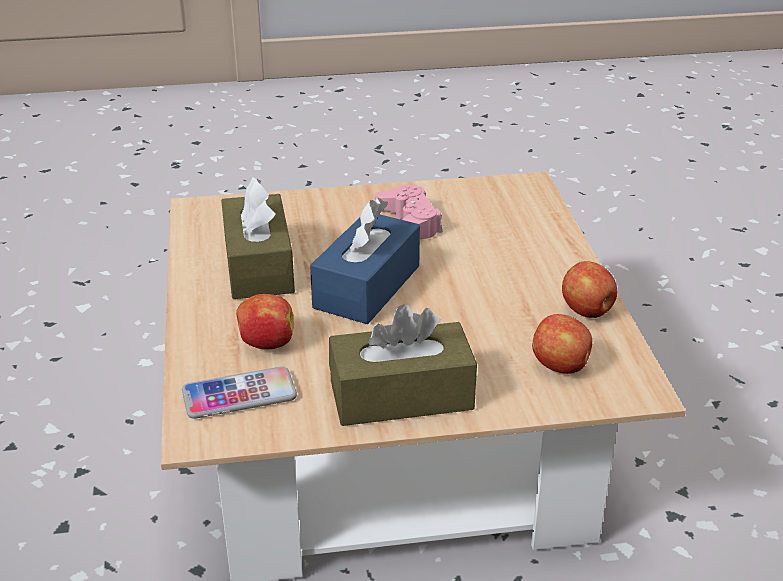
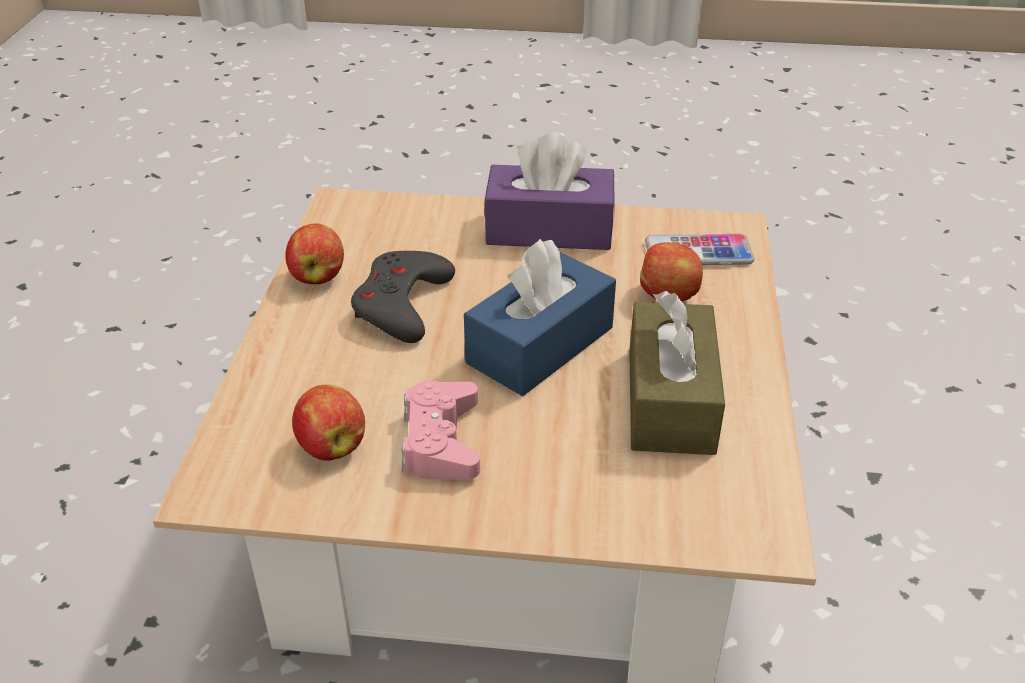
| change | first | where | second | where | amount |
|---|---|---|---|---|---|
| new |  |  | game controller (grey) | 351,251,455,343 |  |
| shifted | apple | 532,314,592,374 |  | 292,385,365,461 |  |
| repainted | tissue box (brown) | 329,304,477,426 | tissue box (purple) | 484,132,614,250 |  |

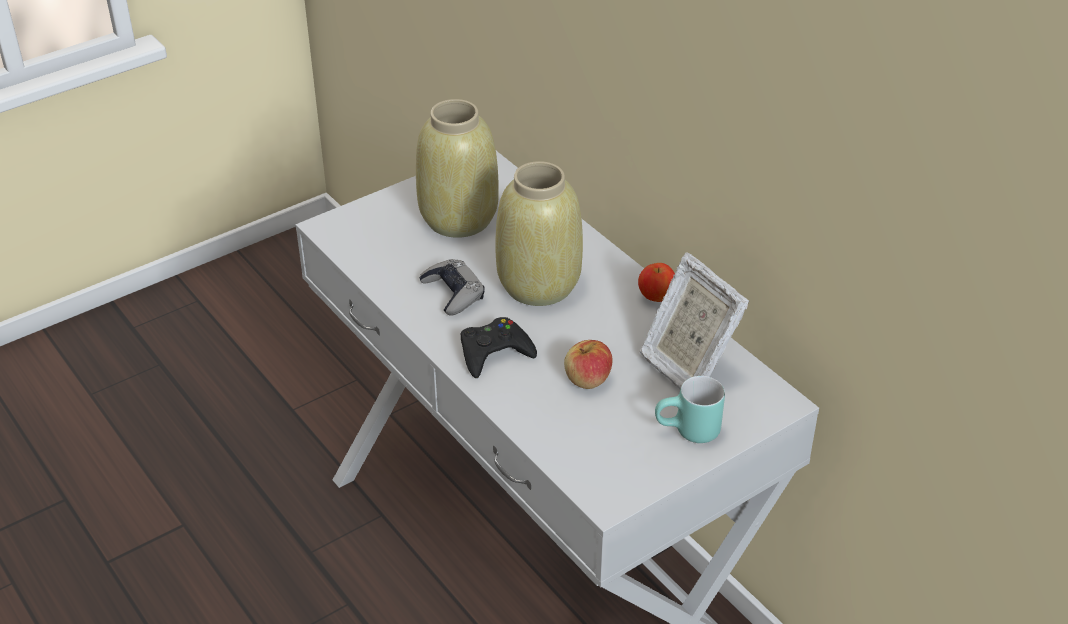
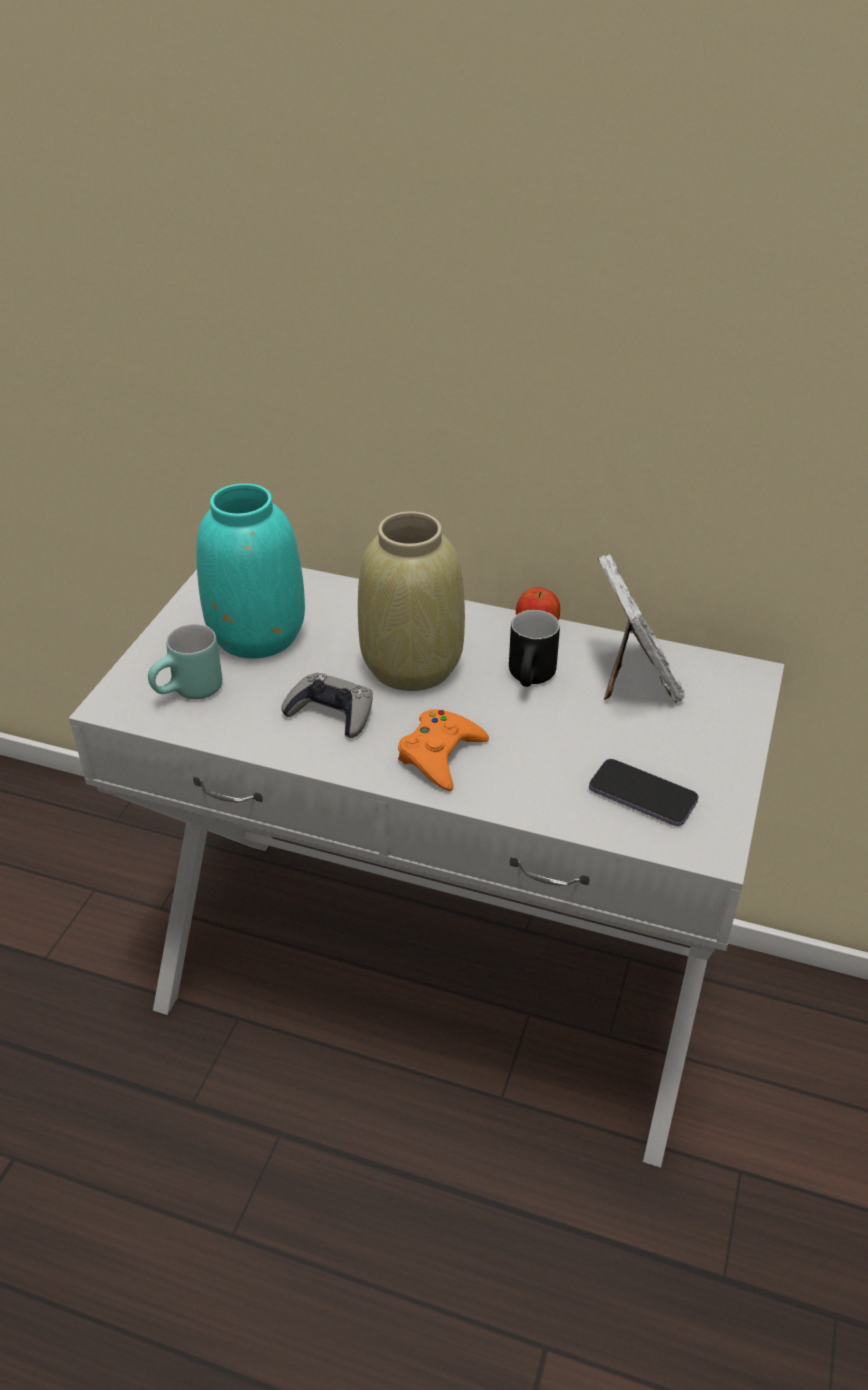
| change | first | where | second | where | amount |
|---|---|---|---|---|---|
| gone | apple | 564,340,612,389 |  |  |  |
| new |  |  | mug (black) | 509,610,560,687 |  |
| new |  |  | phone | 589,759,698,826 |  |
| shifted | mug (turquoise) | 655,376,725,443 |  | 148,624,222,699 |  |
| repainted | vase (beige) | 416,99,499,238 | vase (turquoise) | 196,483,305,658 |  |
| repainted | game controller (black) | 461,317,537,378 | game controller (orange) | 398,709,489,791 |  |
| rotated | picture frame | 640,252,749,390 |  | 598,554,685,704 | 120 degrees counterclockwise |

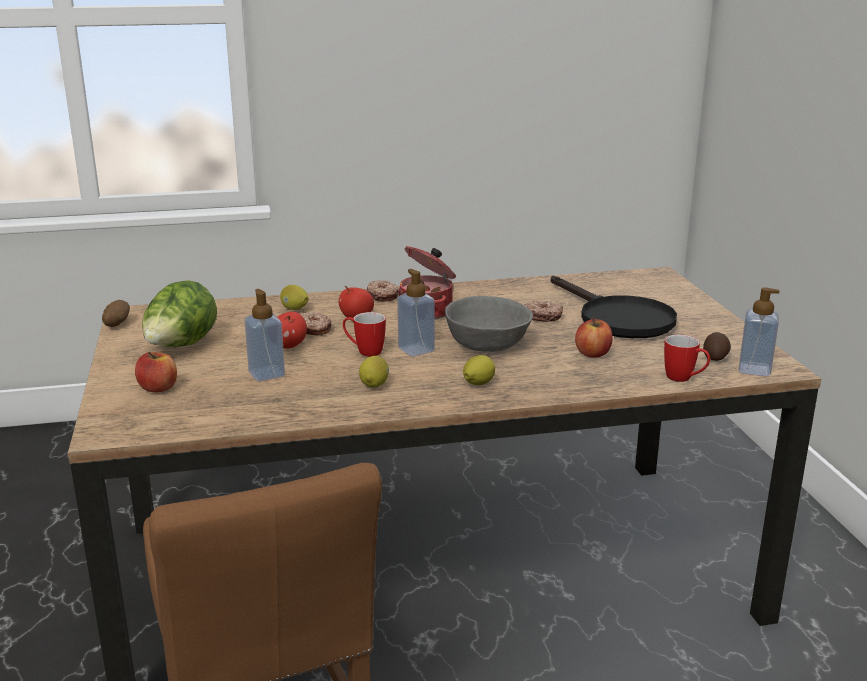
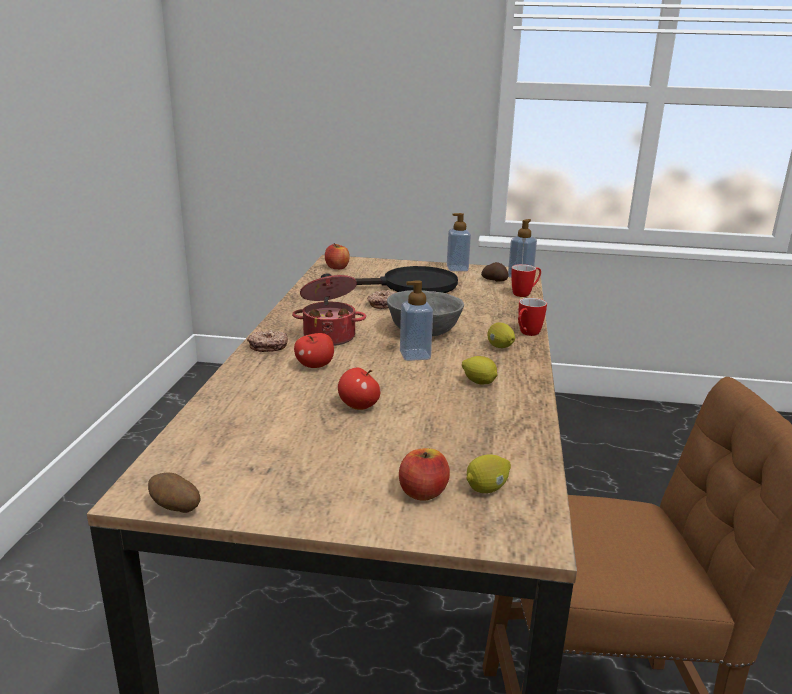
| change | first | where | second | where | amount |
|---|---|---|---|---|---|
| gone | lettuce | 142,280,217,347 |  |  |  |
| gone | donut | 301,312,331,336 |  |  |  |
| shifted | soap dispenser | 244,289,285,381 |  | 447,213,471,271 |  |
| shifted | lemon | 280,285,308,310 |  | 466,454,511,493 |  |
| shifted | mug | 343,312,386,357 |  | 518,298,547,336 |  |
| shifted | apple | 575,317,613,358 |  | 325,243,350,269 |  |

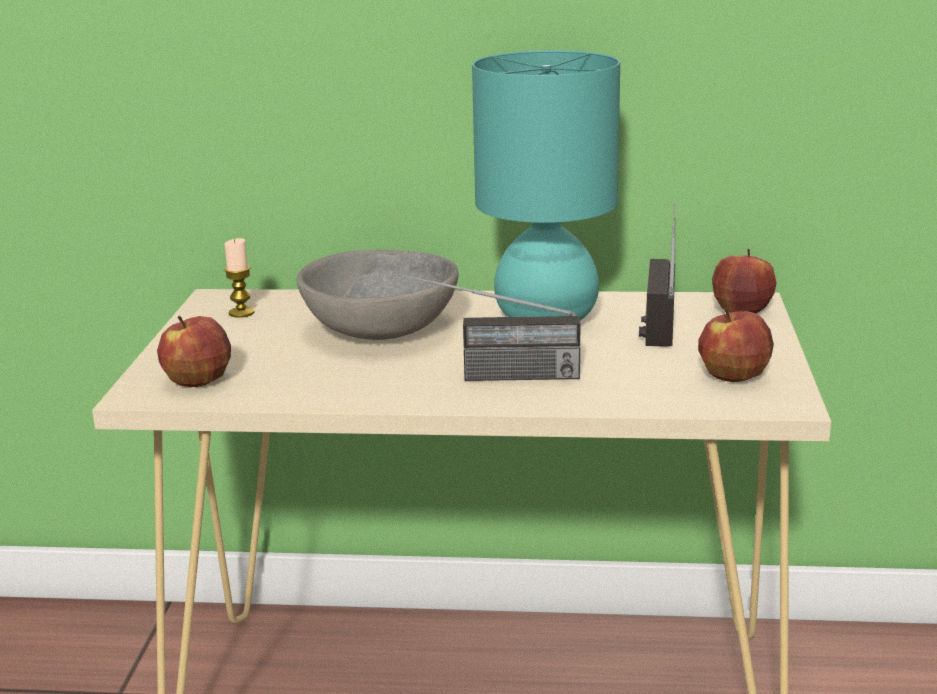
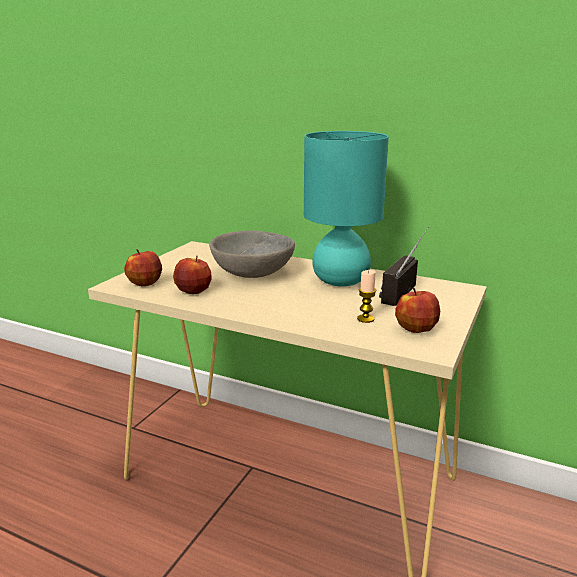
| change | first | where | second | where | amount |
|---|---|---|---|---|---|
| gone | radio | 399,273,580,381 |  |  |  |
| shifted | candle | 224,238,255,318 |  | 357,270,376,323 |  |
| shifted | apple | 712,249,777,313 |  | 173,255,211,294 |  |

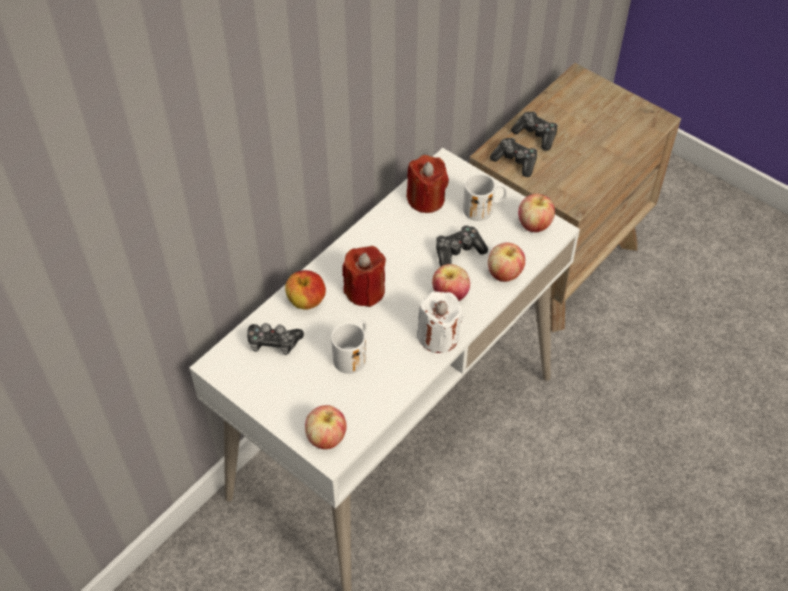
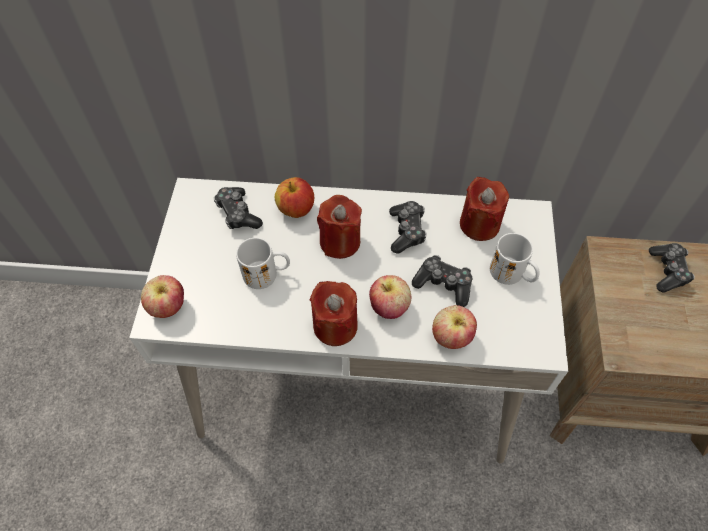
| change | first | where | second | where | amount |
|---|---|---|---|---|---|
| gone | apple | 518,194,555,232 |  |  |  |
| shifted | game controller | 490,138,537,177 |  | 389,201,427,254 |  |
| repainted | candle (white) | 417,291,464,353 | candle (red) | 310,281,358,346 |  |

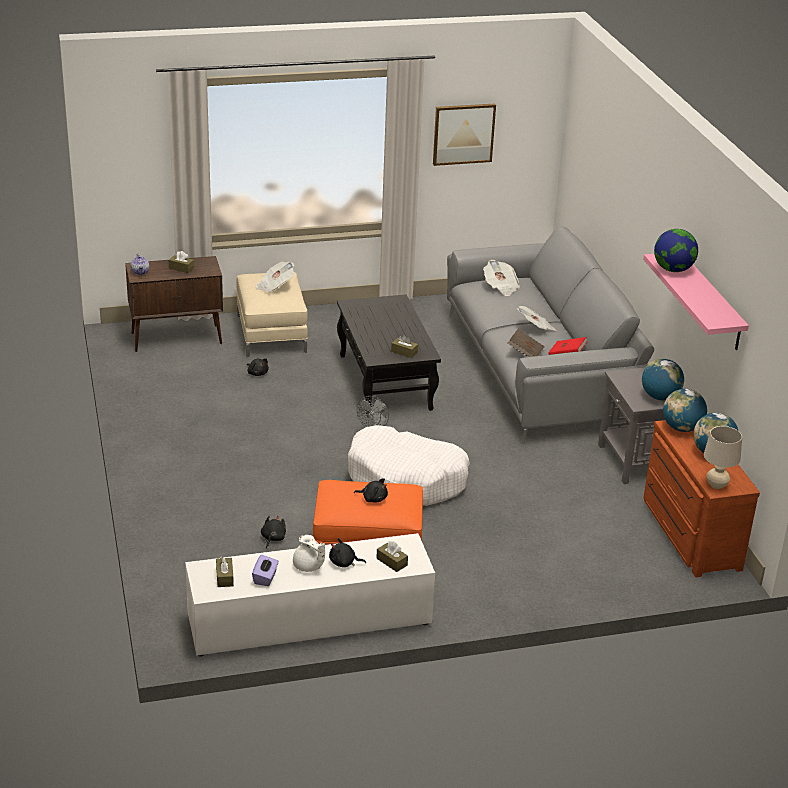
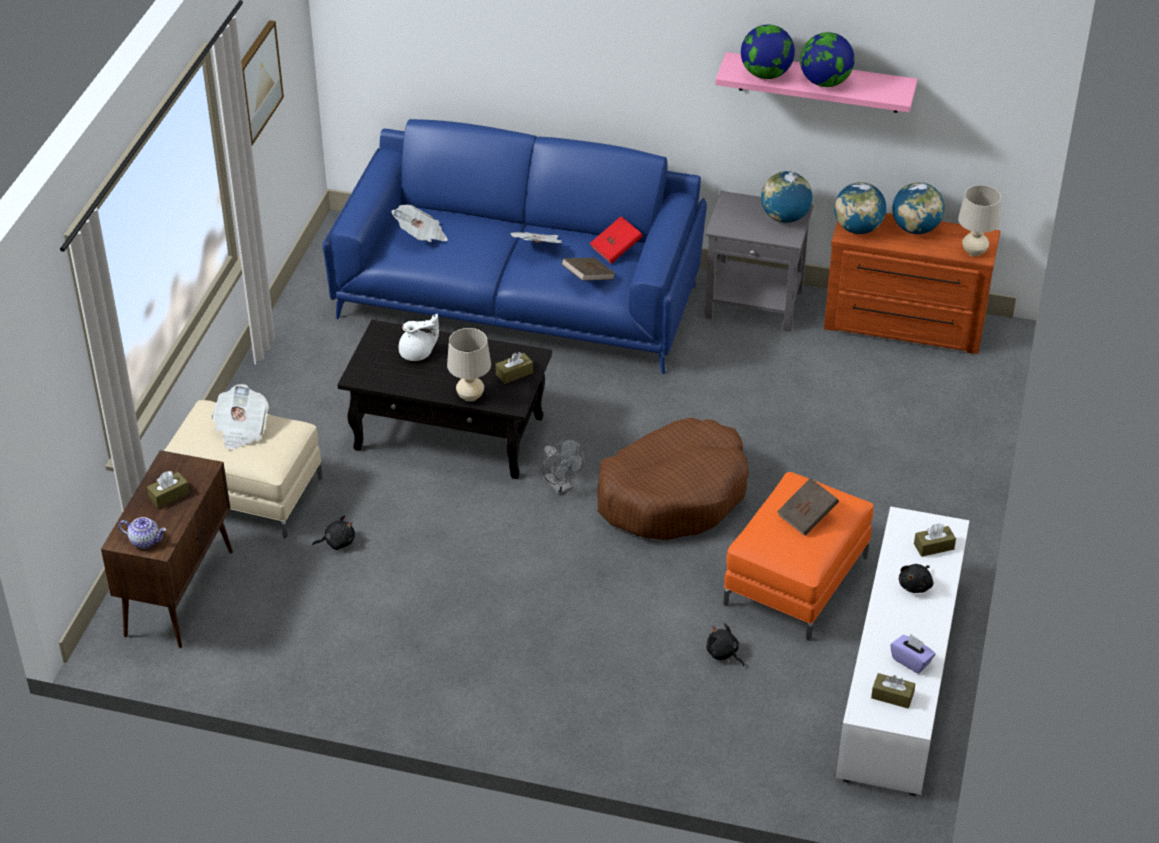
| change | first | where | second | where | amount |
|---|---|---|---|---|---|
| new |  |  | table lamp (beige) | 447,328,491,402 |  |
| new |  |  | globe | 800,32,855,87 |  |
| shifted | teapot (white) | 293,535,325,572 |  | 399,314,439,361 |  |
| swapped | plush toy (black) | 354,478,388,503 | book (brown) | 777,478,839,536 |  |
| repainted | dog bed (white) | 348,425,470,506 | dog bed (brown) | 598,418,749,540 |  |
| repainted | sofa (grey) | 447,226,654,444 | sofa (blue) | 323,119,707,374 |  |

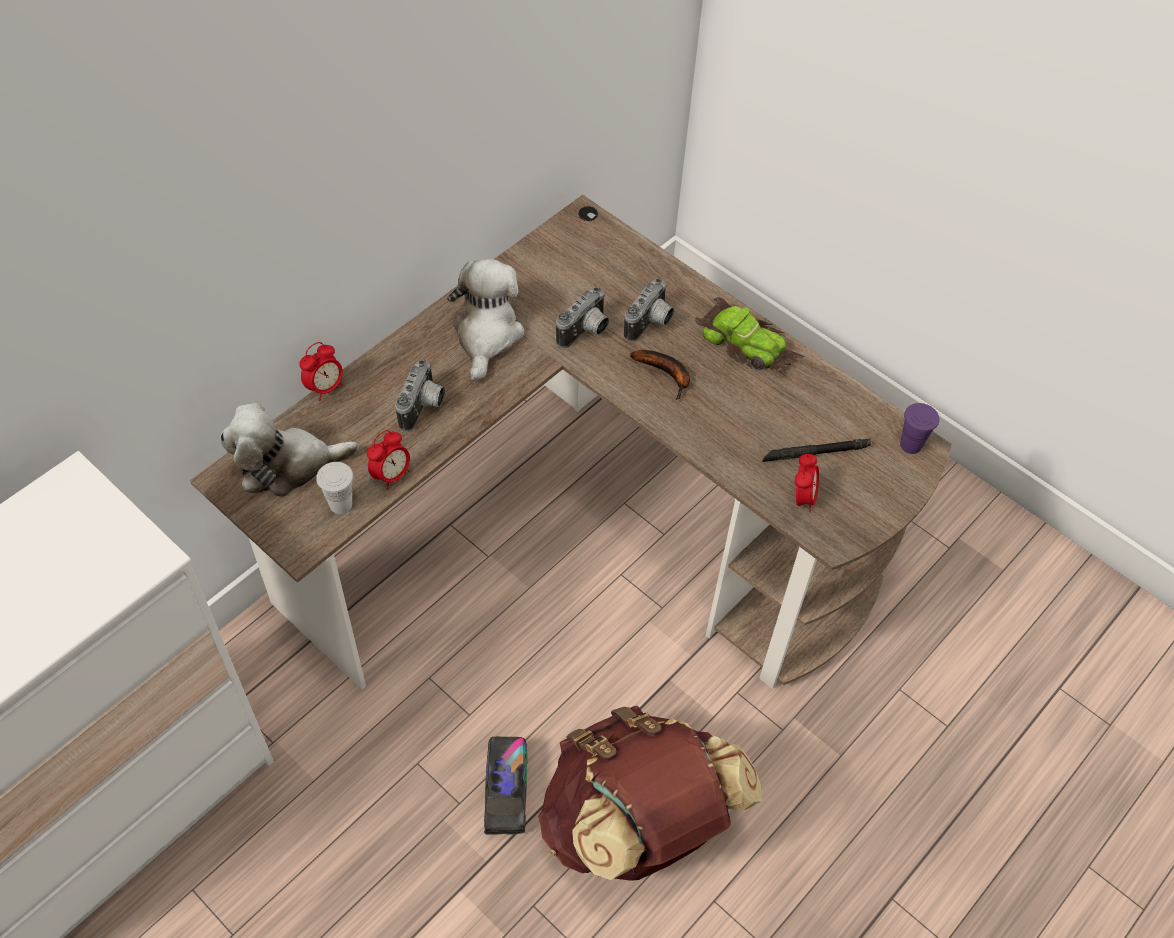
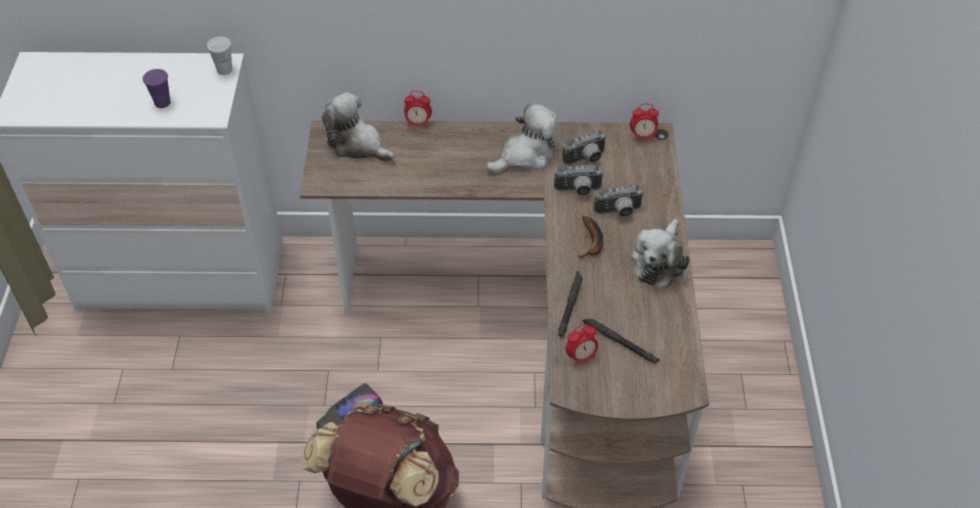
| change | first | where | second | where | amount |
|---|---|---|---|---|---|
| new |  |  | flashlight (black) | 558,270,582,338 |  |
| shifted | cup (white) | 316,462,353,514 |  | 207,37,232,75 |  |
| shifted | alarm clock | 367,430,410,490 |  | 630,103,659,141 |  |
| shifted | photo camera | 395,360,445,432 |  | 562,130,607,165 |  |
| shifted | cup (purple) | 900,403,939,454 |  | 143,69,170,108 |  |
| swapped | toy car | 695,297,804,377 | plush toy | 631,219,690,289 |  |

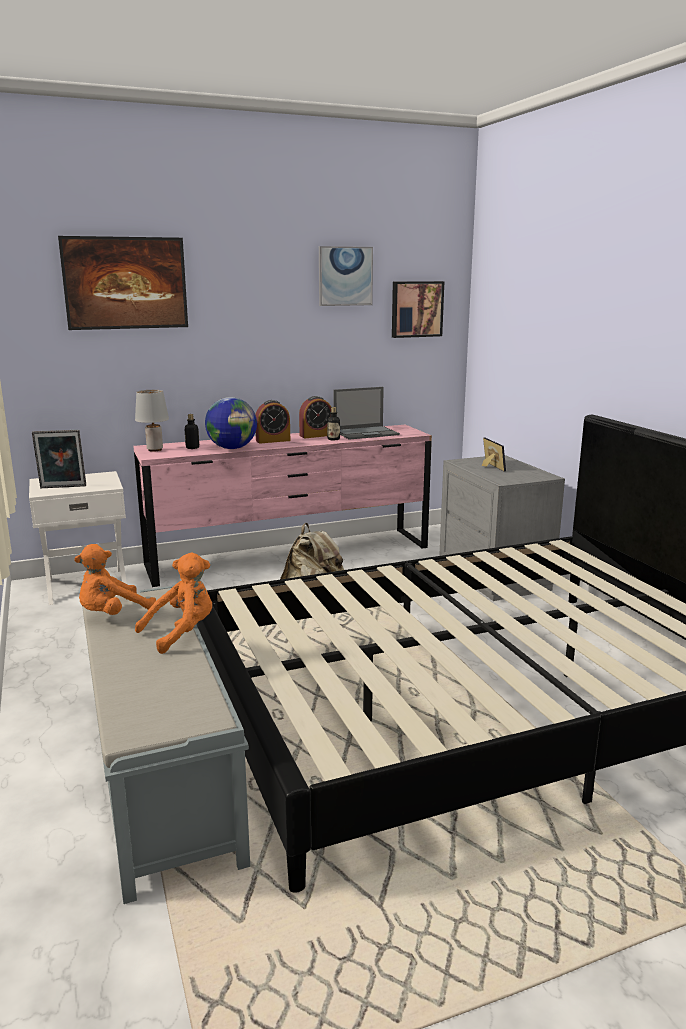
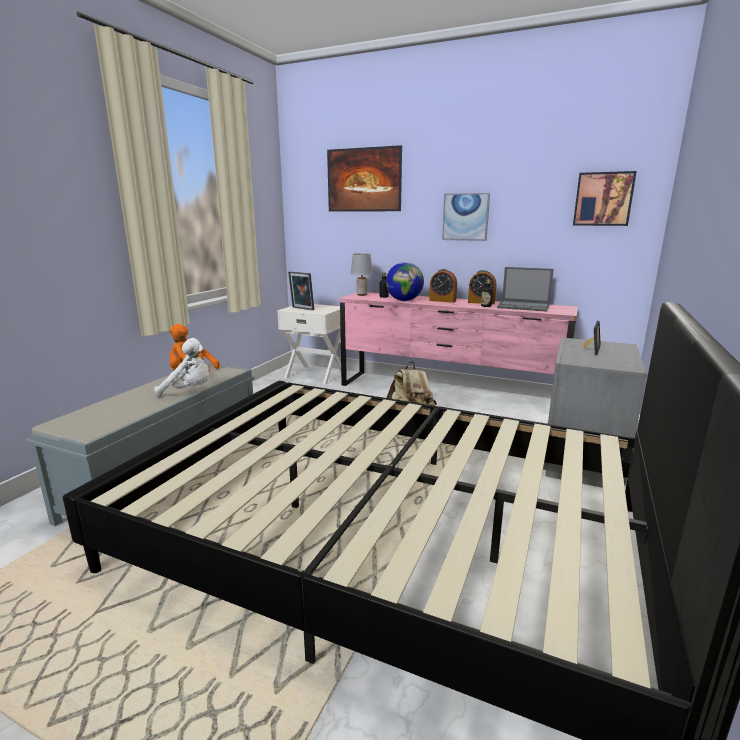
| change | first | where | second | where | amount |
|---|---|---|---|---|---|
| shifted | picture | 319,246,373,306 |  | 442,193,490,241 |  |
| repainted | plush toy (orange) | 135,552,213,654 | plush toy (white) | 154,338,209,397 |  |

